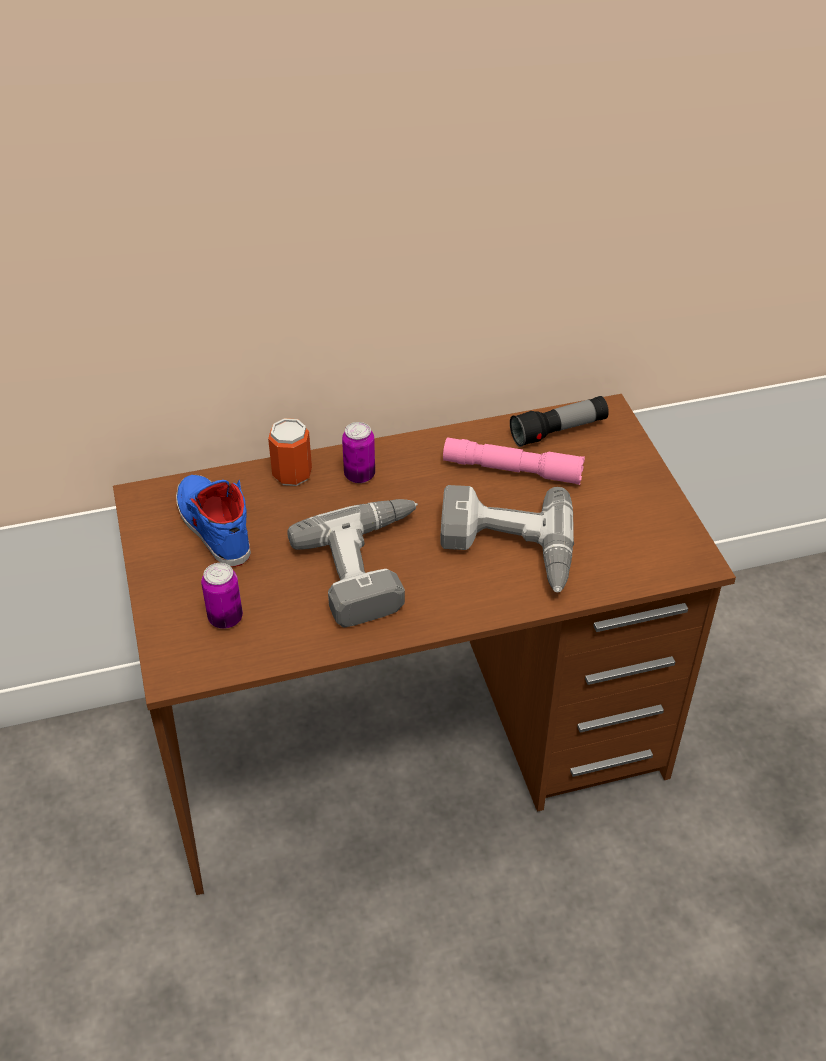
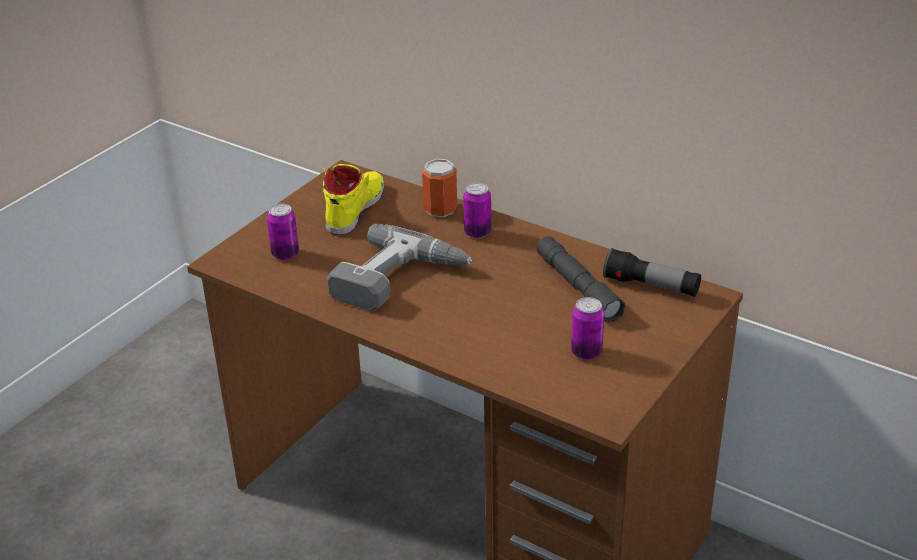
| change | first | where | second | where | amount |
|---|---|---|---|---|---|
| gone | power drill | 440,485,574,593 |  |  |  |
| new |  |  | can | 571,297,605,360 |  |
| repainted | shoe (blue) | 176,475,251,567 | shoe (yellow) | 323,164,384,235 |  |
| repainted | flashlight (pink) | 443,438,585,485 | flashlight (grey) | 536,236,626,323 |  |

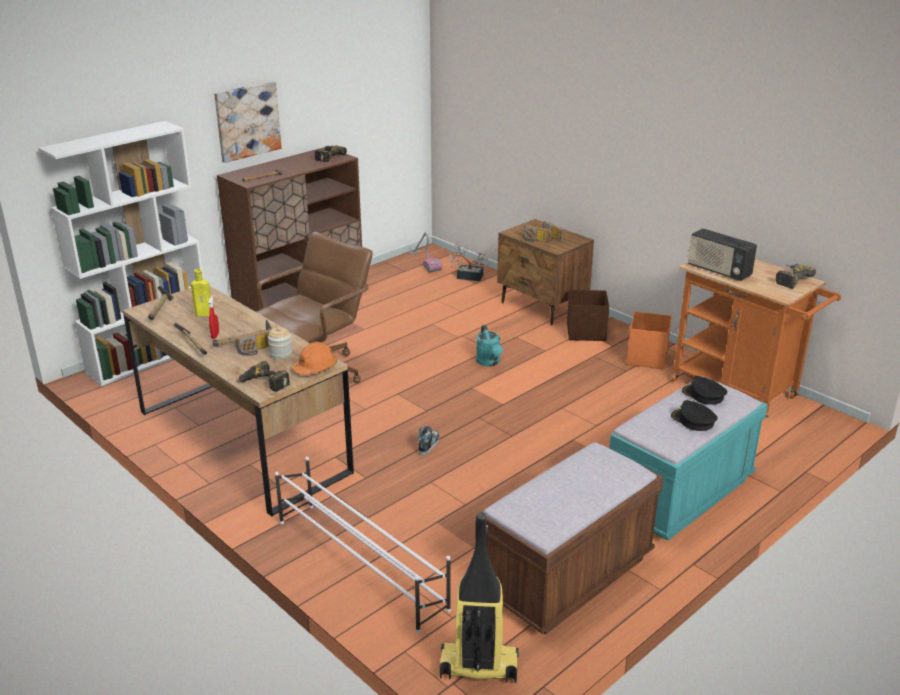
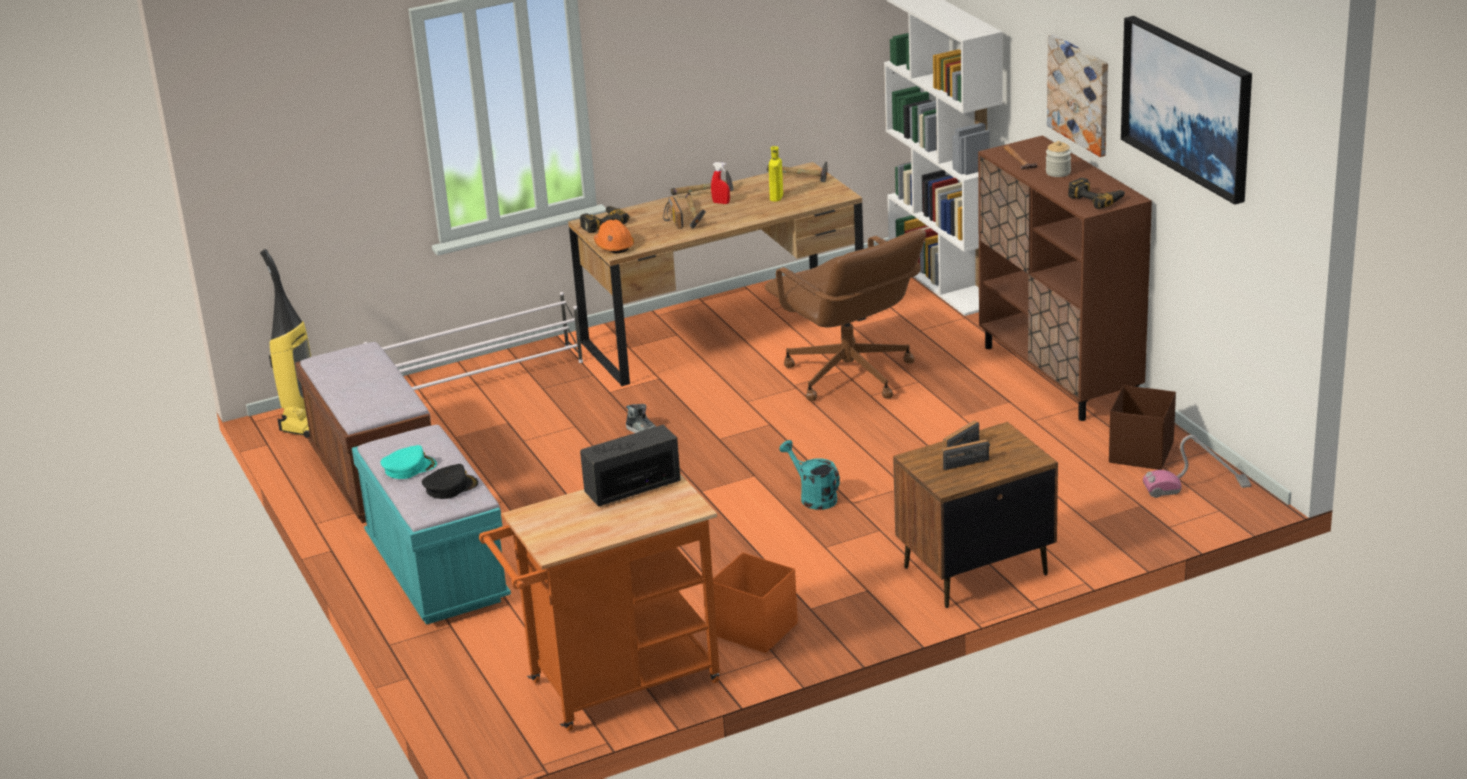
| change | first | where | second | where | amount |
|---|---|---|---|---|---|
| gone | potted plant | 449,242,489,281 |  |  |  |
| gone | power drill | 776,264,816,289 |  |  |  |
| new |  |  | picture | 1121,16,1252,205 |  |
| shifted | jar | 268,327,292,359 |  | 1046,141,1071,177 |  |
| shifted | storage box (brown) | 567,290,609,341 |  | 1109,385,1176,470 |  |
| repainted | cap (black) | 671,400,718,431 | cap (turquoise) | 380,445,437,479 |  |
| rotated | watering can (turquoise) | 476,325,503,367 |  | 779,440,840,510 | 45 degrees clockwise |

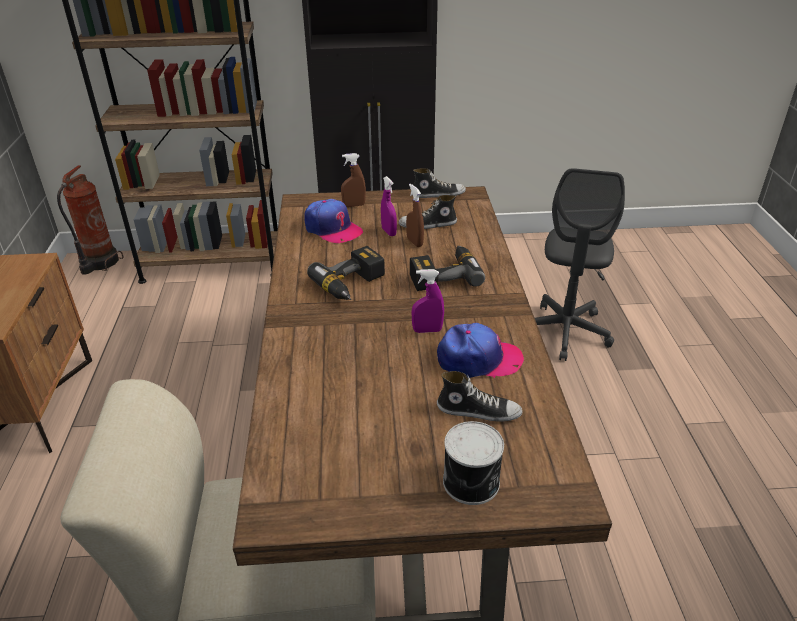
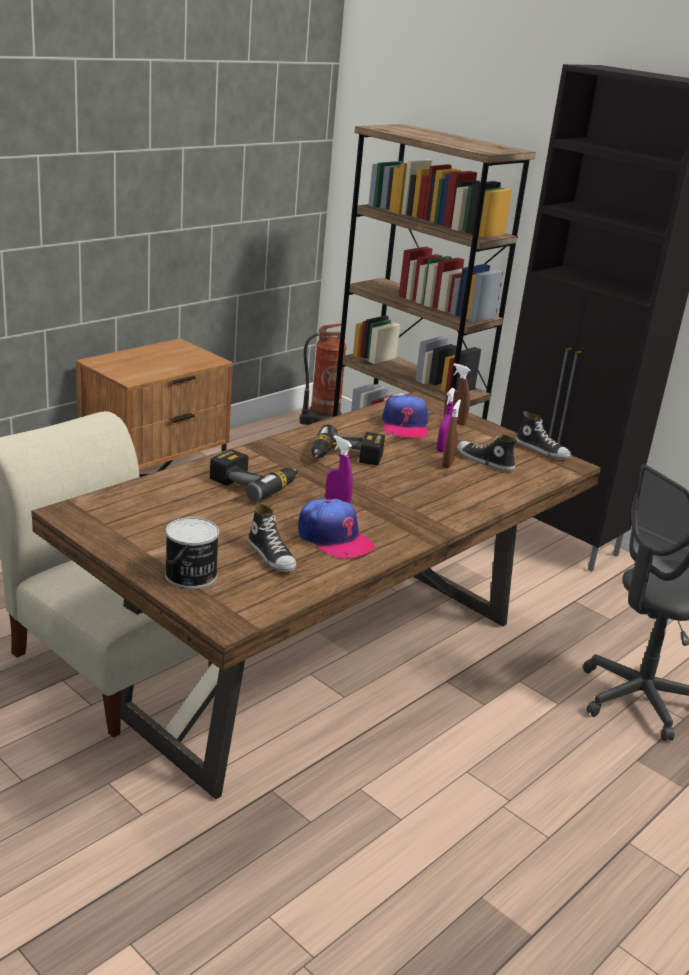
| change | first | where | second | where | amount |
|---|---|---|---|---|---|
| shifted | power drill | 410,245,485,291 |  | 210,449,299,501 |  |

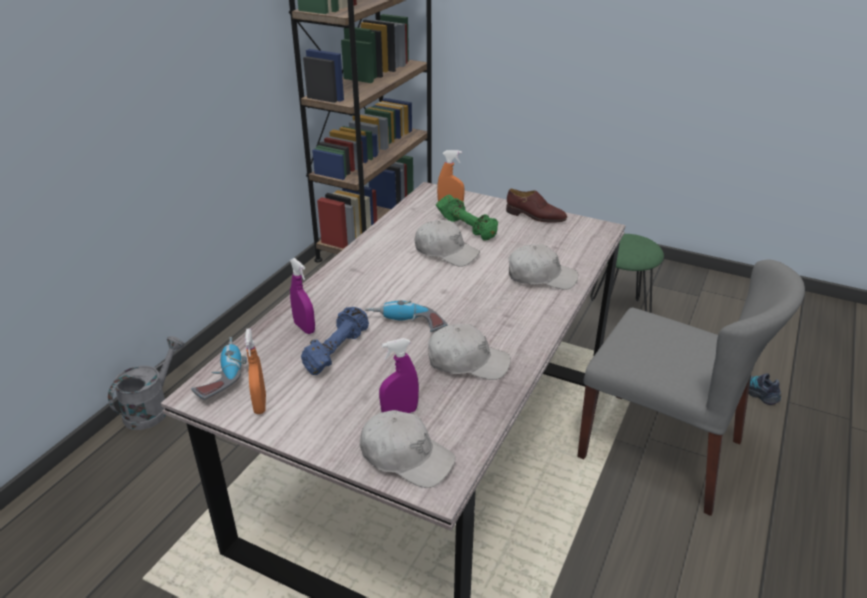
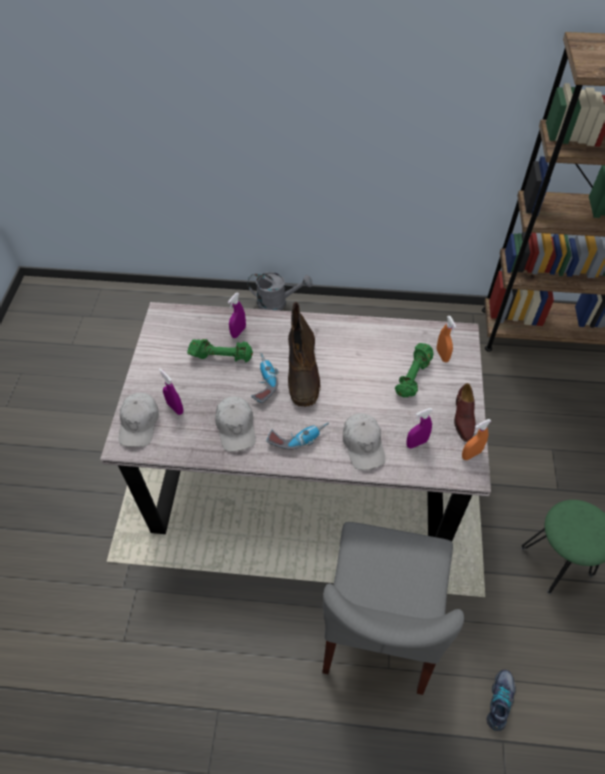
| change | first | where | second | where | amount |
|---|---|---|---|---|---|
| gone | cap (white) | 415,220,480,267 |  |  |  |
| new |  |  | boot (brown) | 288,302,321,407 |  |
| new |  |  | spray bottle (purple) | 406,408,433,449 |  |
| shifted | power drill | 191,337,247,400 |  | 266,422,329,450 |  |
| shifted | spray bottle (orange) | 245,328,266,414 |  | 462,419,491,460 |  |
| repainted | dumbbell (blue) | 301,307,369,375 | dumbbell (green) | 187,339,253,363 |  |

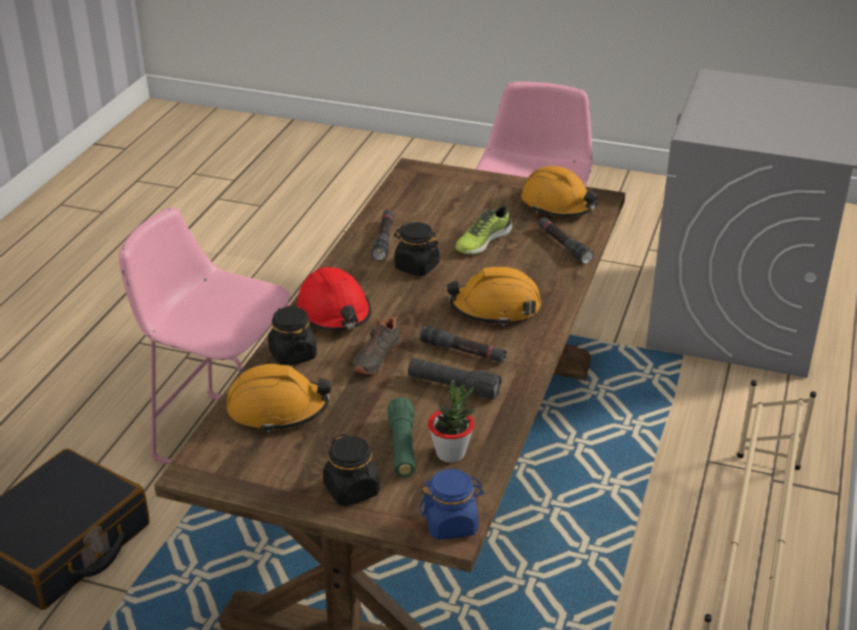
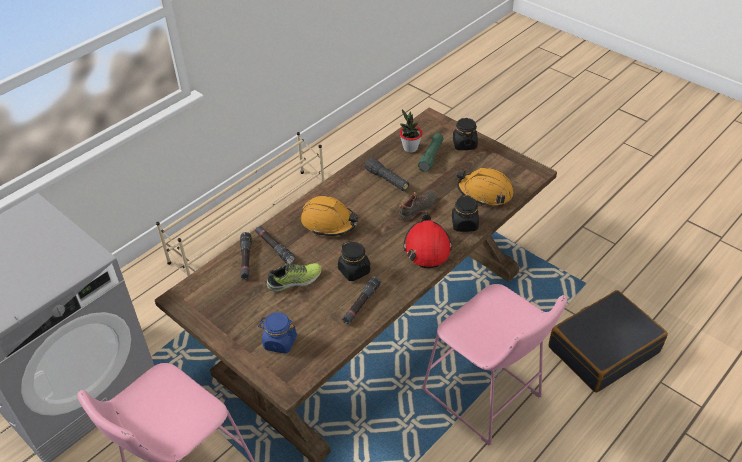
| change | first | where | second | where | amount |
|---|---|---|---|---|---|
| gone | hard hat (orange) | 521,166,598,217 |  |  |  |
| shifted | jar (blue) | 419,469,484,540 |  | 258,312,297,354 |  |
| shifted | flashlight (black) | 420,325,507,363 |  | 255,226,295,264 |  |

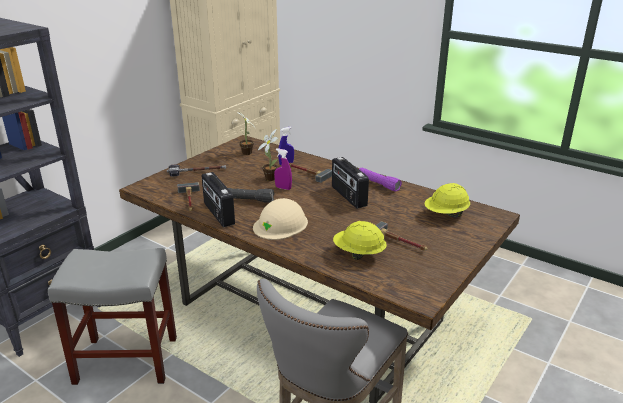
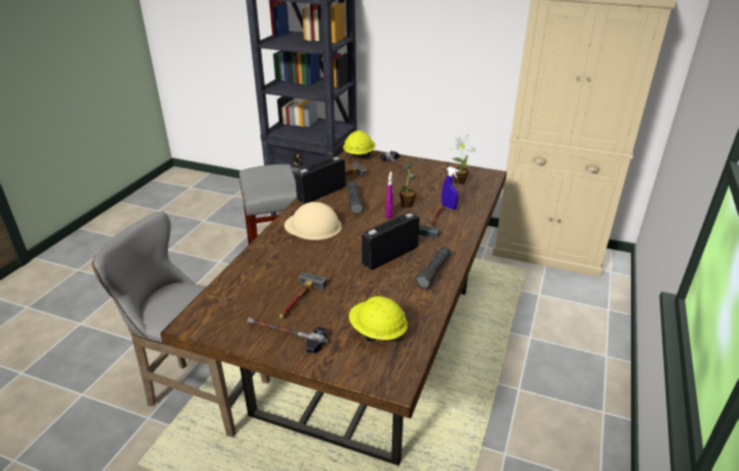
| change | first | where | second | where | amount |
|---|---|---|---|---|---|
| new |  |  | hammer | 247,317,328,354 |  |
| shifted | hard hat (yellow) | 333,221,387,260 |  | 343,131,376,157 |  |
| repainted | flashlight (purple) | 359,168,402,192 | flashlight (black) | 415,247,451,289 |  |

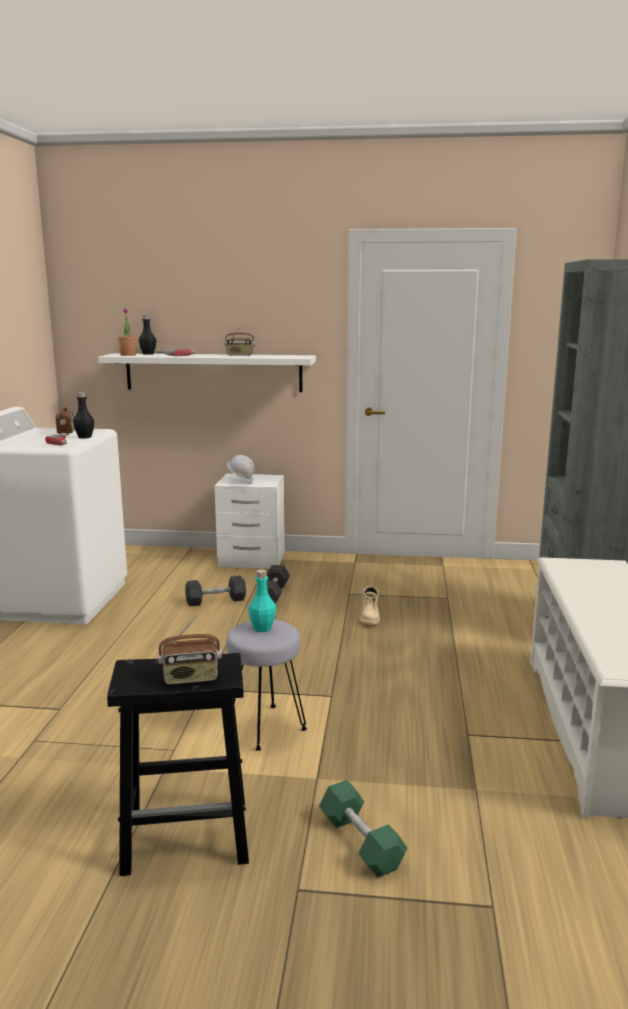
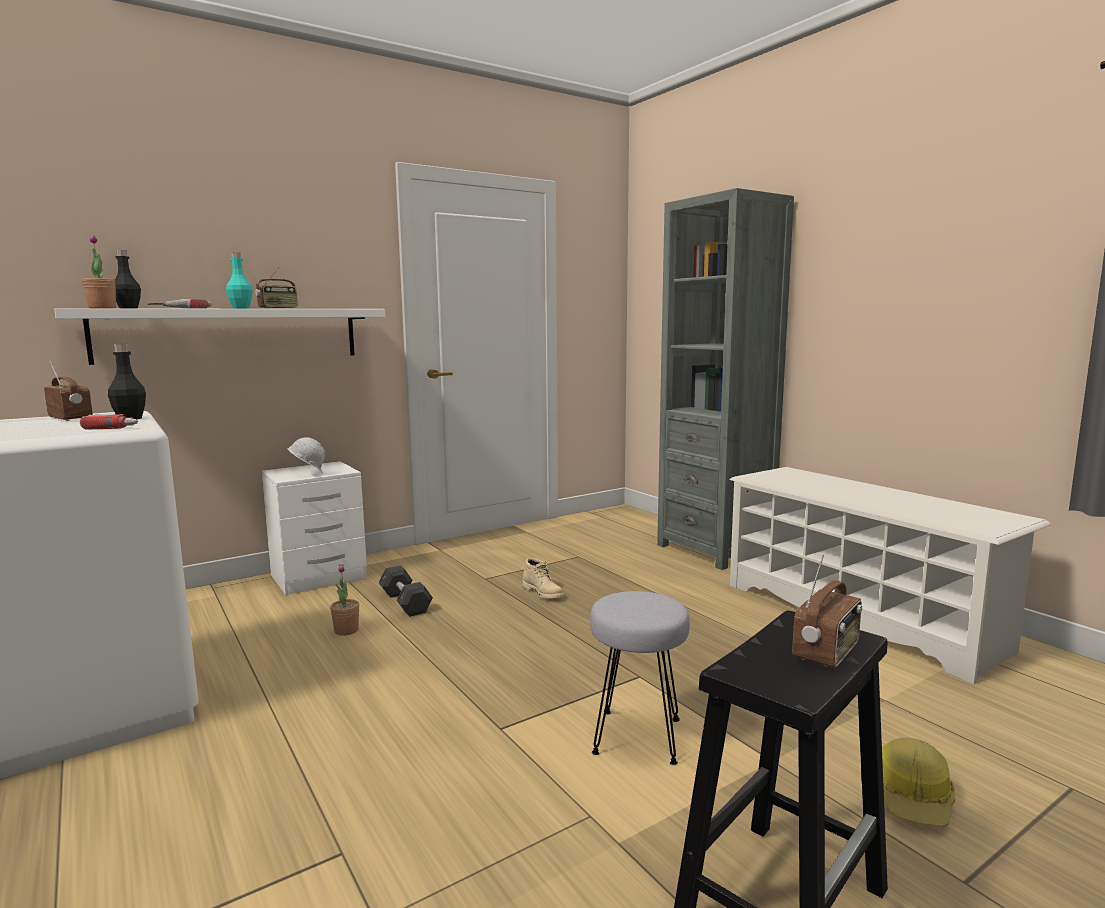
| change | first | where | second | where | amount |
|---|---|---|---|---|---|
| shifted | bottle (turquoise) | 248,569,276,632 |  | 226,252,253,309 |  |
| swapped | dumbbell (grey) | 185,576,246,606 | potted plant | 330,564,359,636 |  |
| swapped | dumbbell (green) | 319,780,408,878 | hard hat | 882,738,955,827 |  |

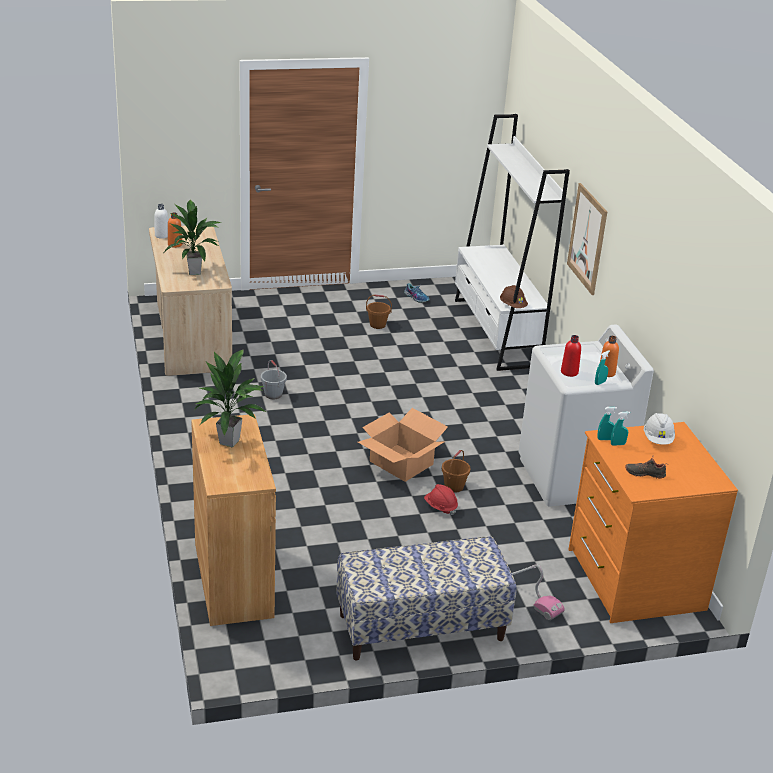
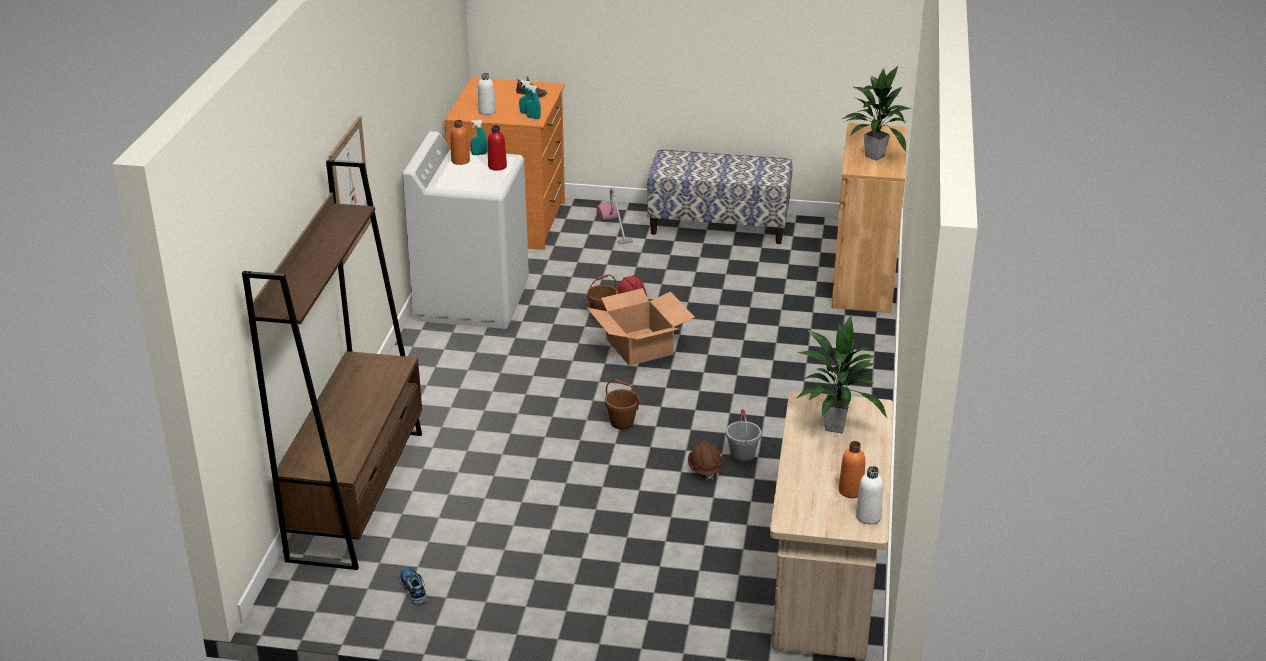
| change | first | where | second | where | amount |
|---|---|---|---|---|---|
| shifted | bucket (brown) | 366,294,392,329 |  | 605,379,639,430 |  |
| shifted | hard hat (brown) | 500,285,528,308 |  | 688,440,723,482 |  |
| swapped | hard hat (white) | 644,413,675,445 | bottle (white) | 478,73,496,115 |  |
| repainted | bookcase (white) | 455,114,570,371 | bookcase (brown) | 242,159,422,570 |  |

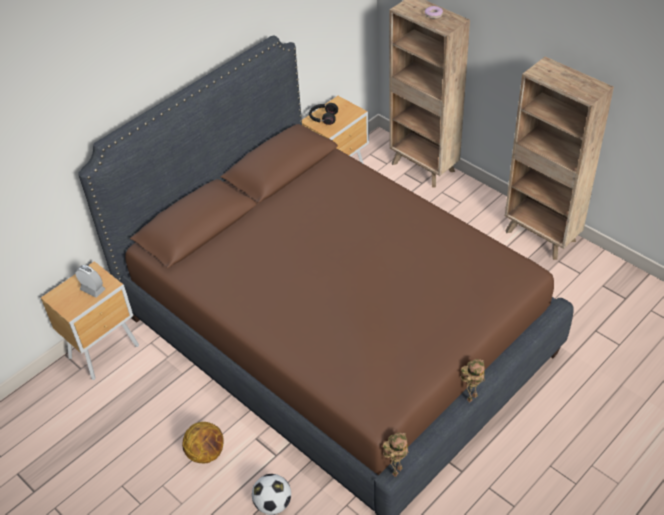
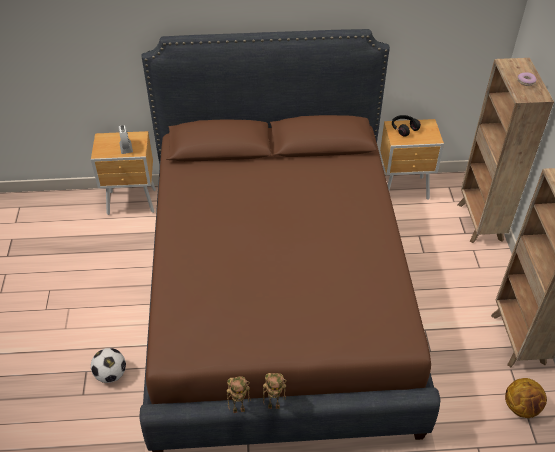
| change | first | where | second | where | amount |
|---|---|---|---|---|---|
| shifted | basketball | 182,422,224,463 |  | 505,378,547,418 |  |
| shifted | toy robot | 383,433,408,477 |  | 227,376,251,413 |  |

